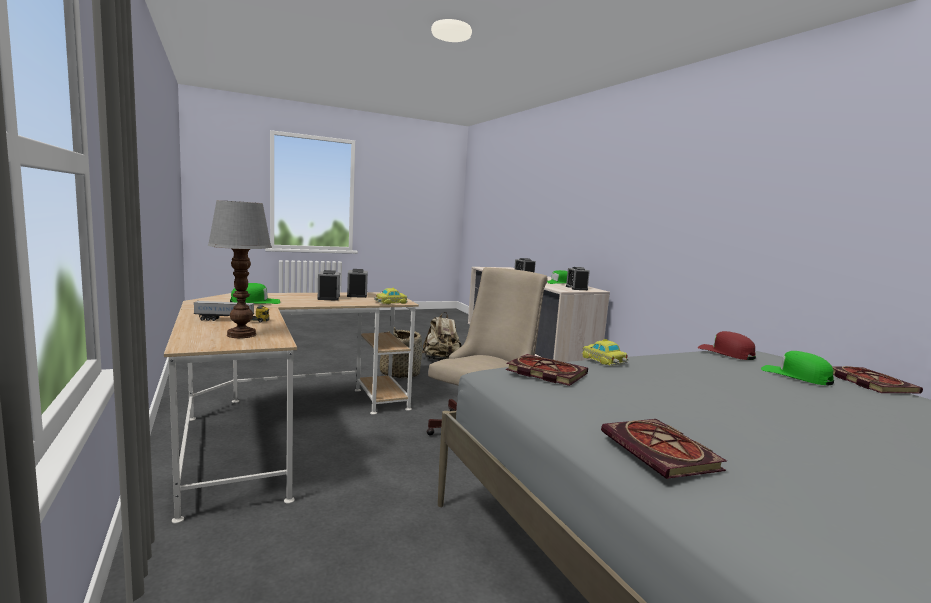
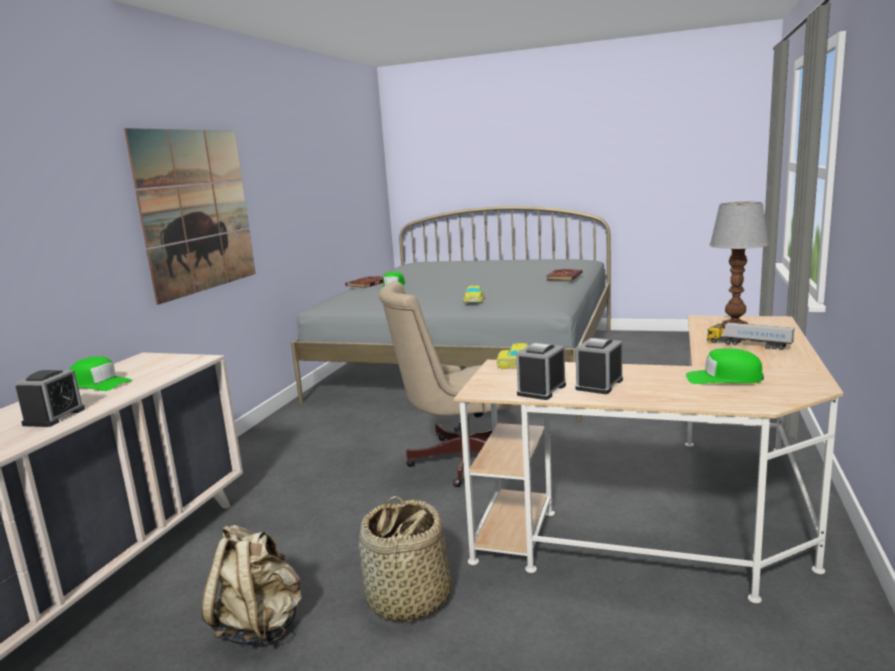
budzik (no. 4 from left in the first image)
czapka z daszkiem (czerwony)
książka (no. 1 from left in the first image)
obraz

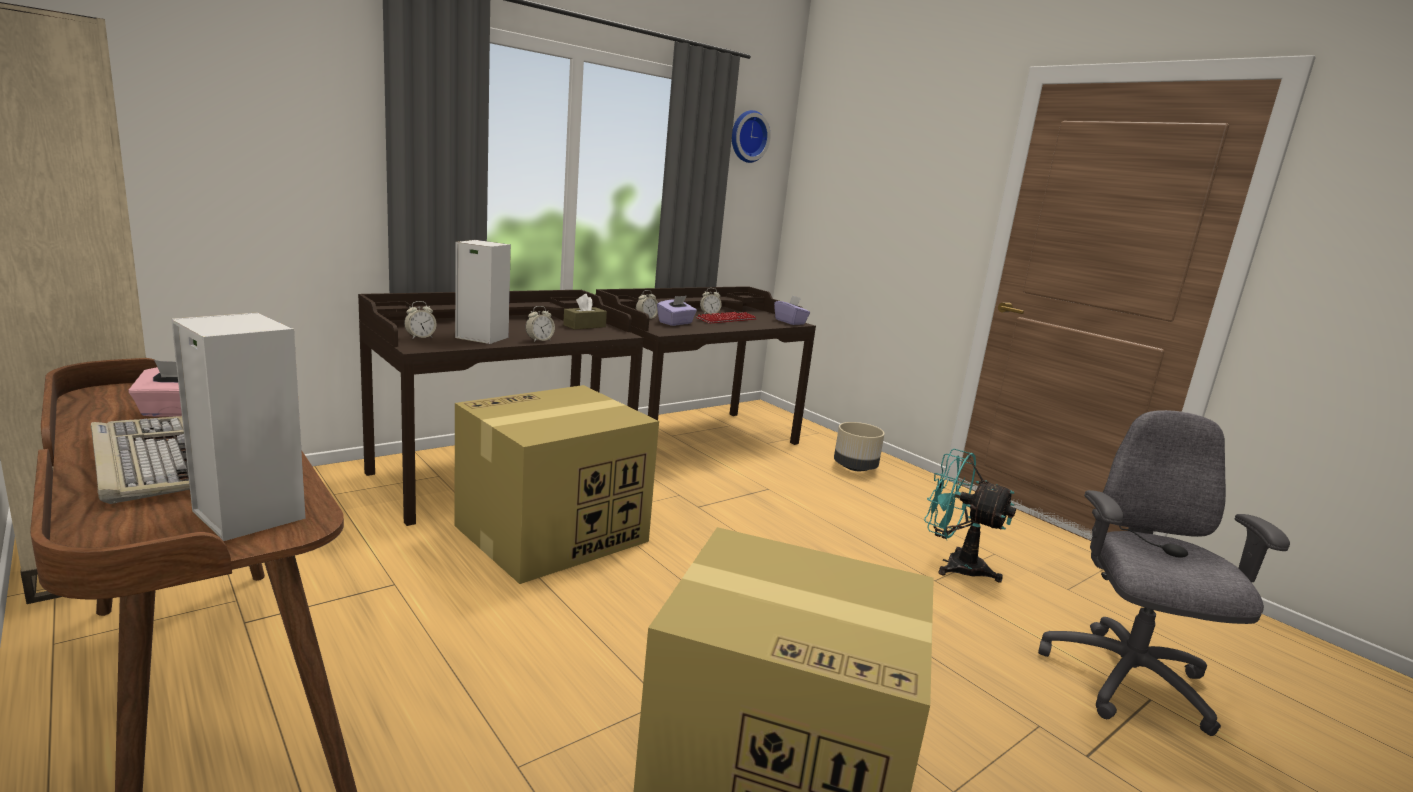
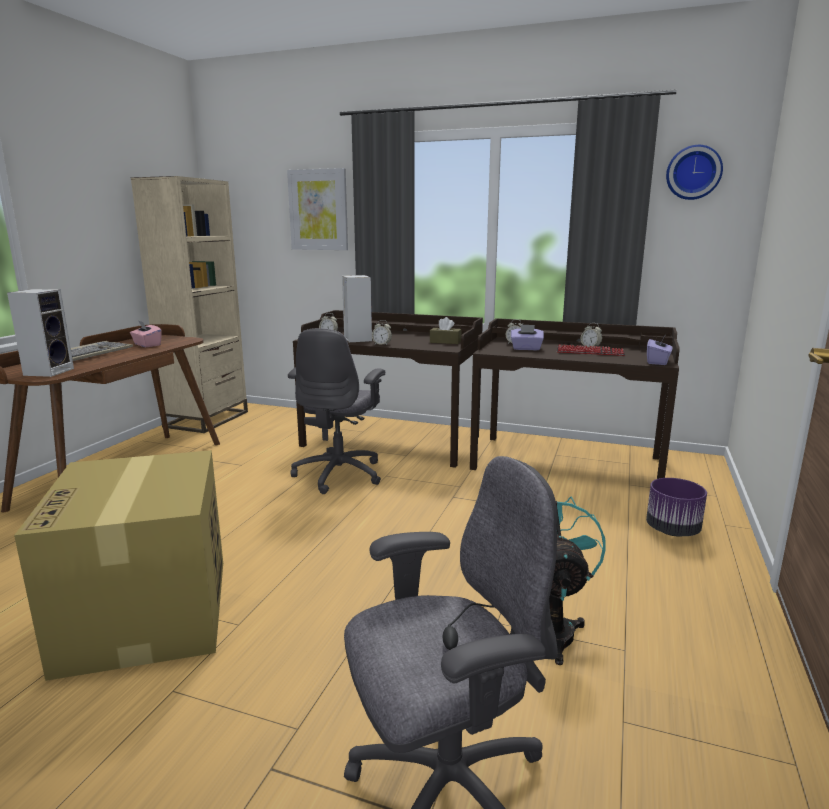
krzesło biurowe (szary) (no. 1 from left)
donica (fioletowy)
obraz

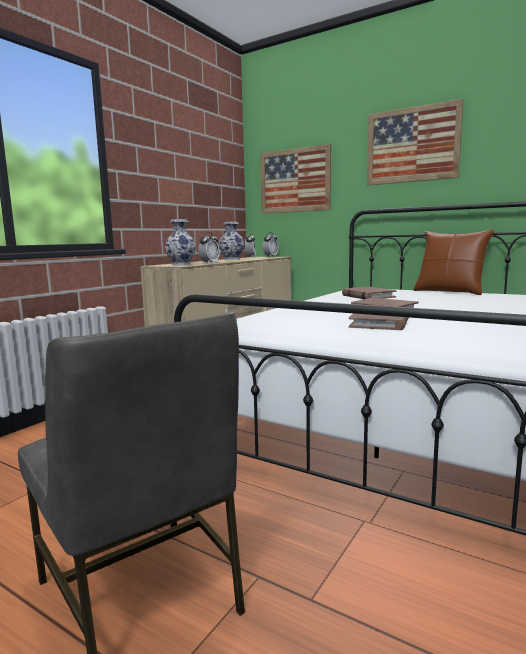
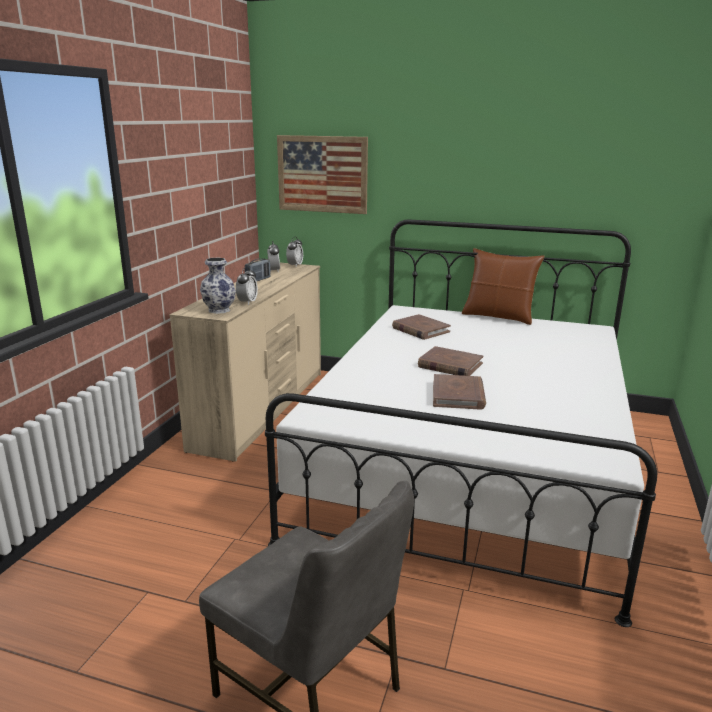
obraz (no. 2 from left in the first image)
radio

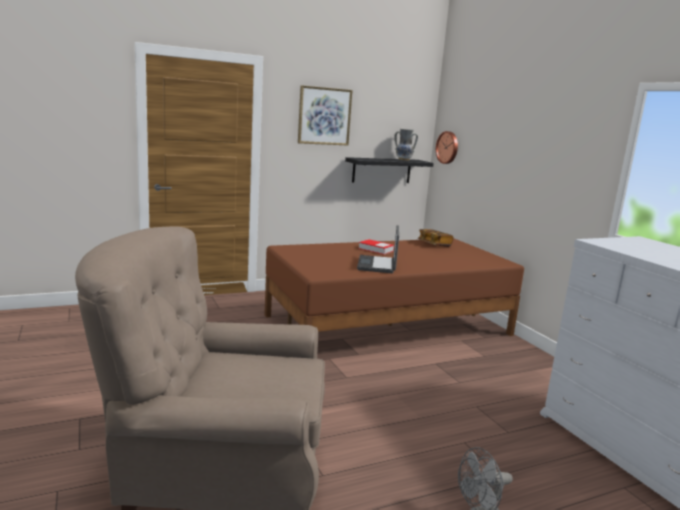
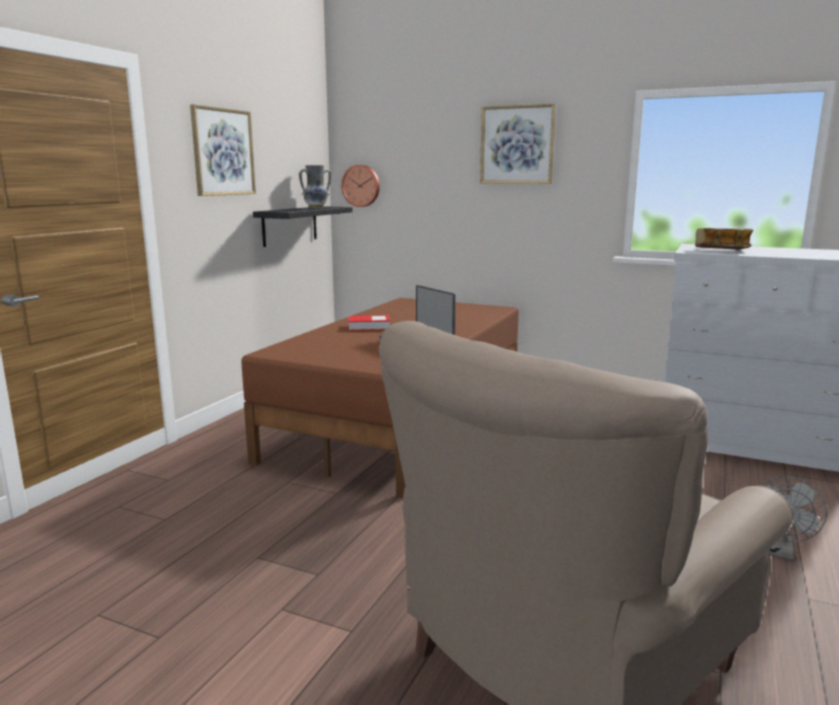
książka (no. 2 from left)
obraz (no. 2 from left)

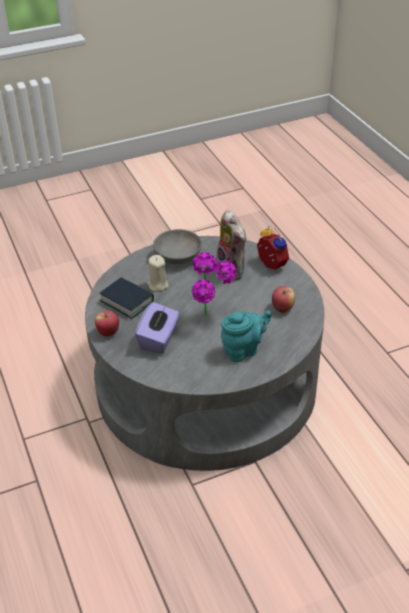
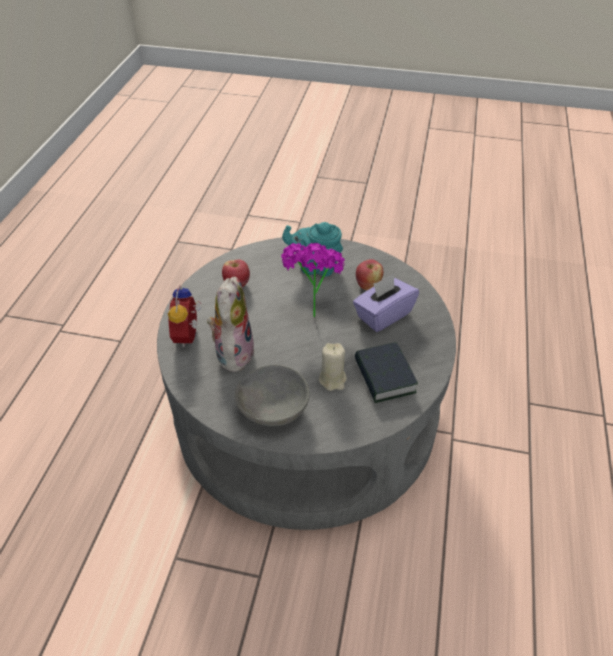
jabłko (no. 2 from left)

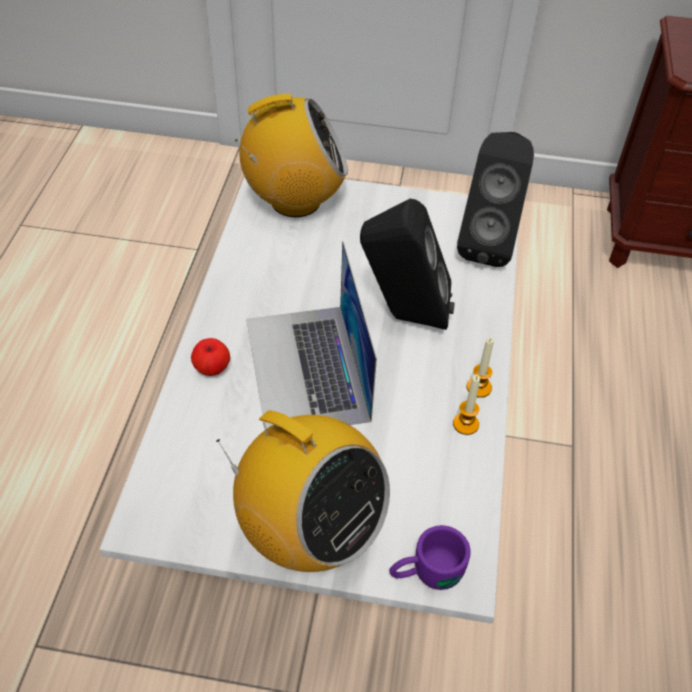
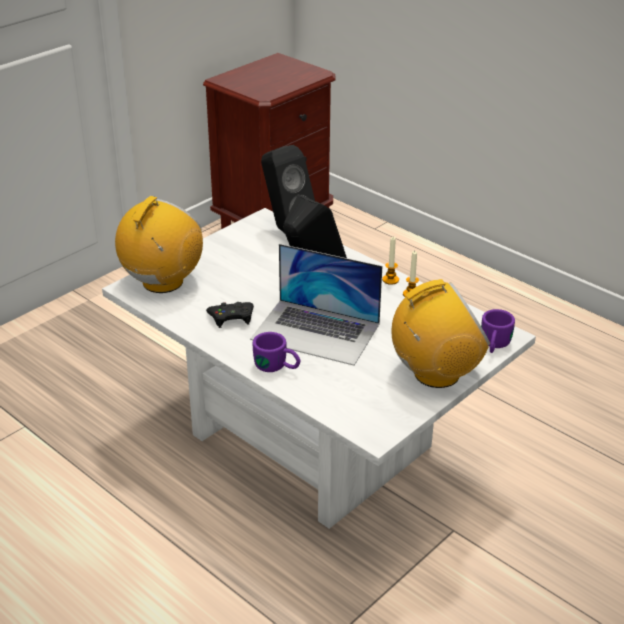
kubek (fioletowy) (no. 1 from left)
pad do gier (czarny)

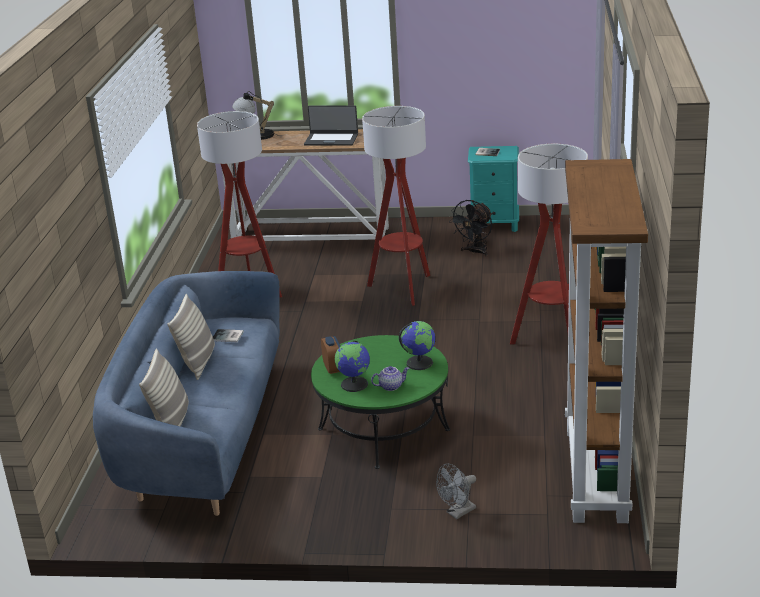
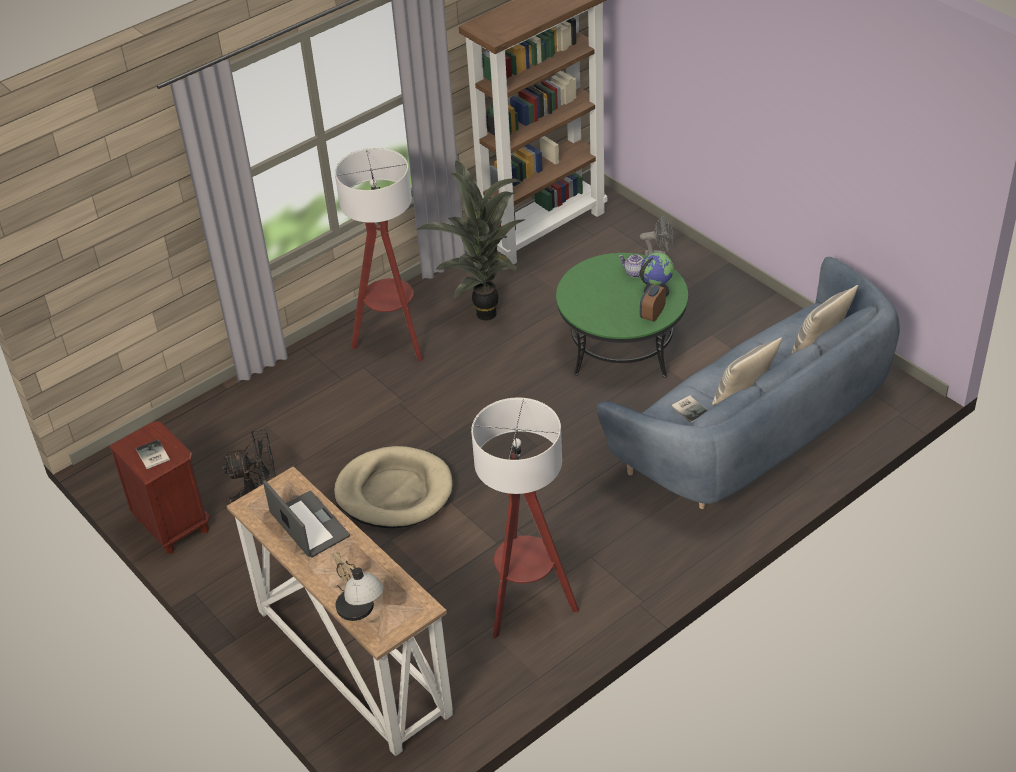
legowisko (beżowy)
szafka nocna (brązowy)
globus (no. 2 from left in the first image)
roślina doniczkowa

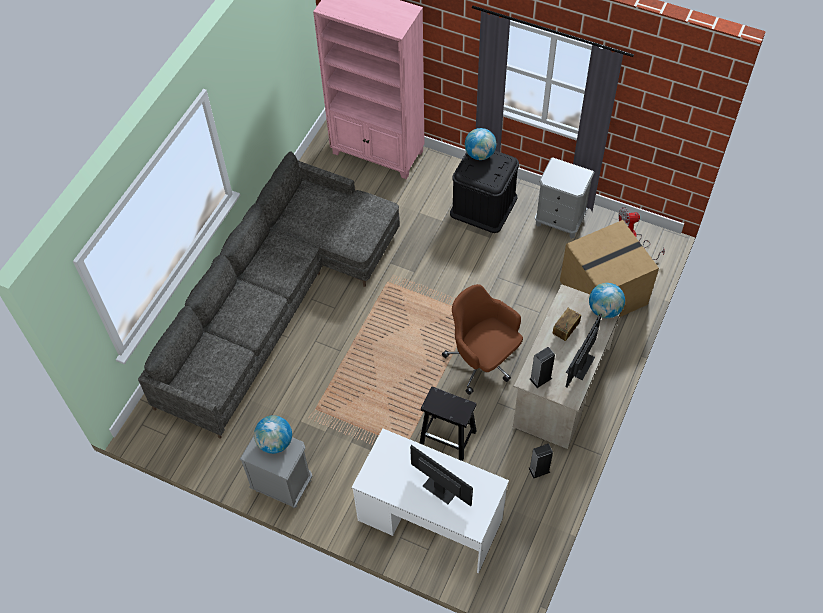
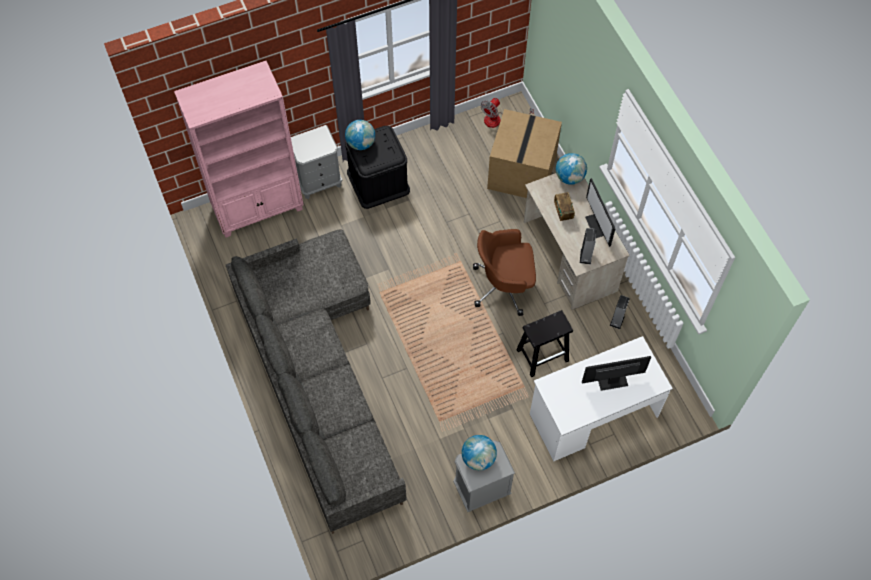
szafka nocna (szary) (no. 1 from left)

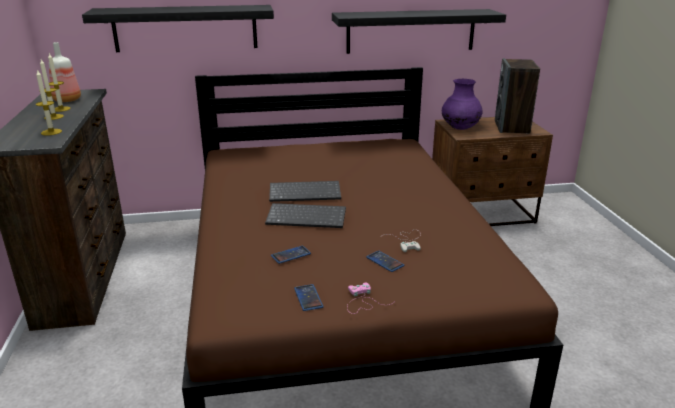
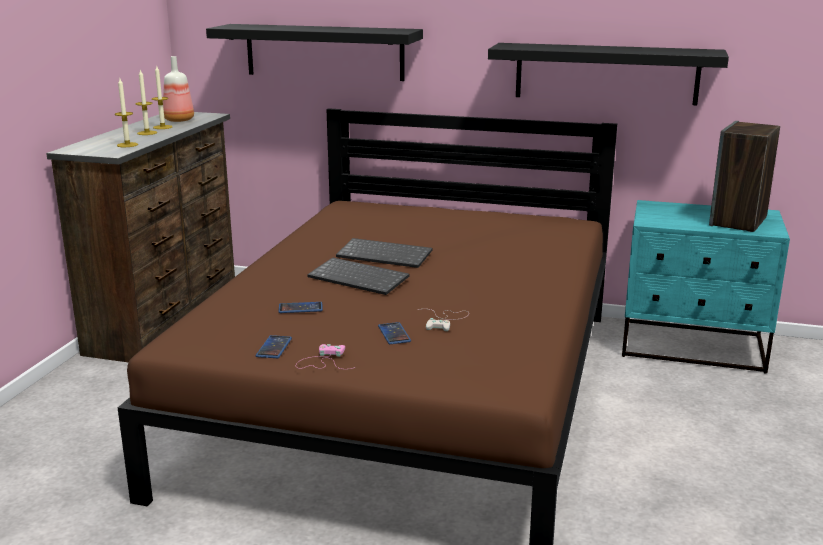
wazon (fioletowy)
szafka nocna (turkusowy)

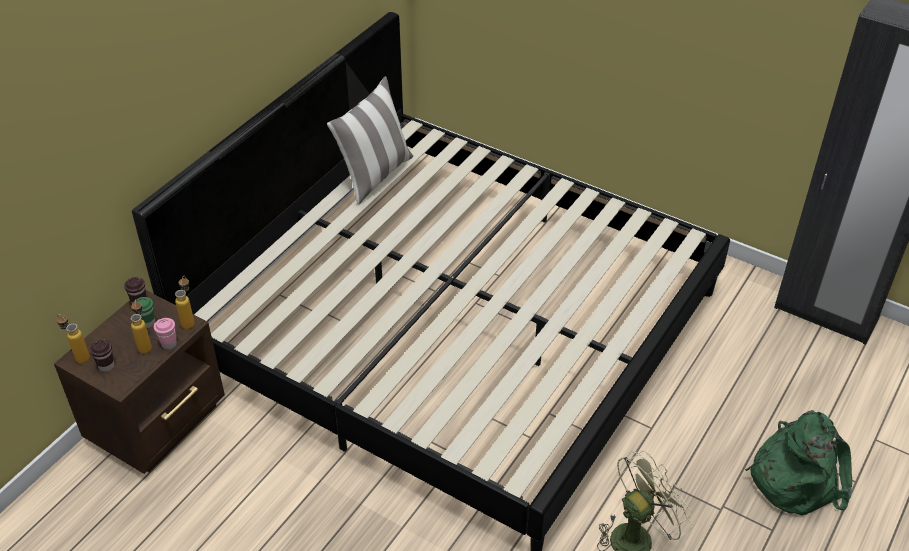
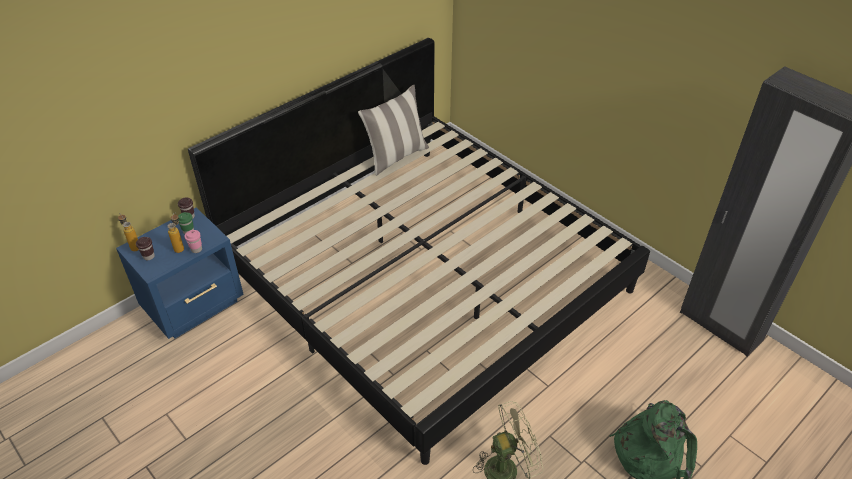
butelka (no. 3 from left in the first image)
szafka nocna (niebieski)

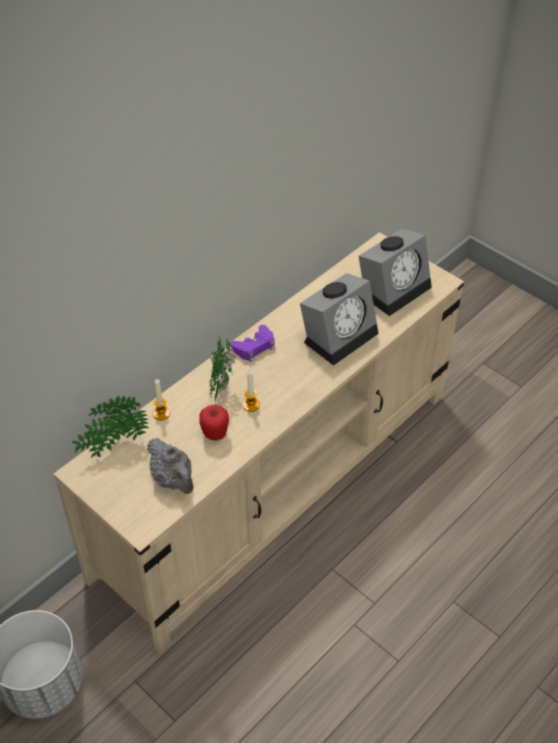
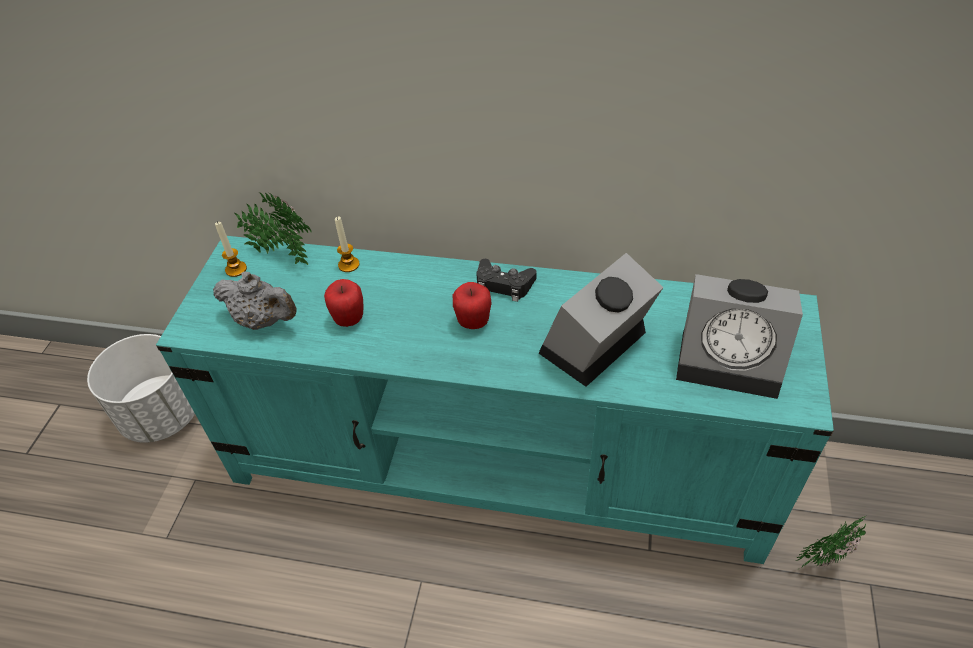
szafka pod telewizor (turkusowy)
budzik (no. 1 from left)
pad do gier (czarny)
roślina doniczkowa (no. 2 from left)
świeca (no. 1 from left)
imbryk (szary)
jabłko (no. 2 from left)

